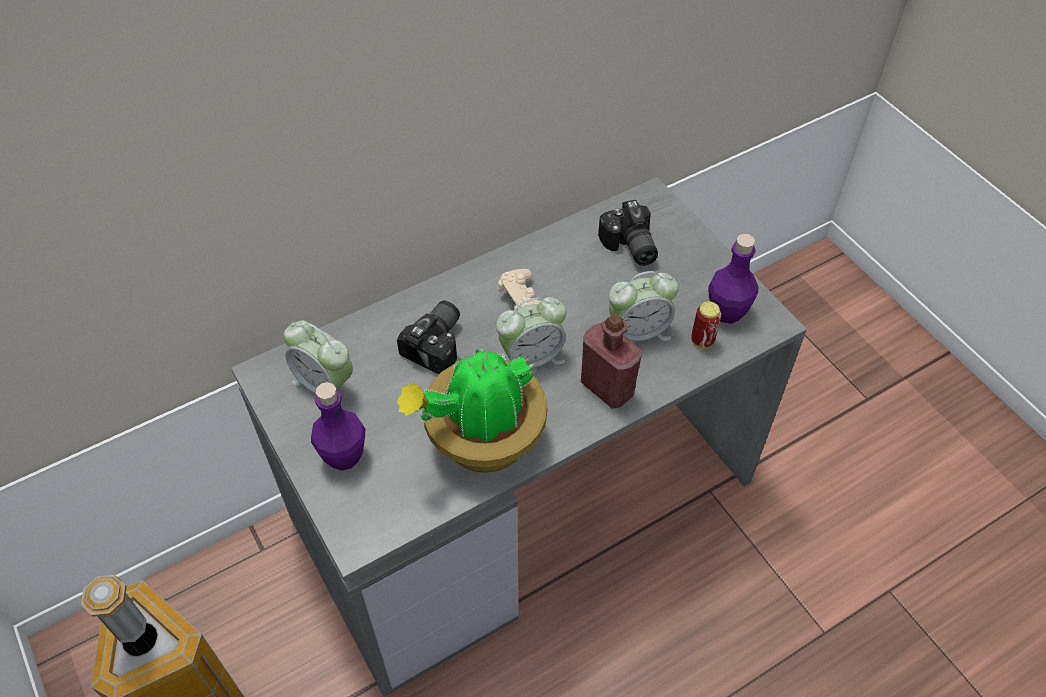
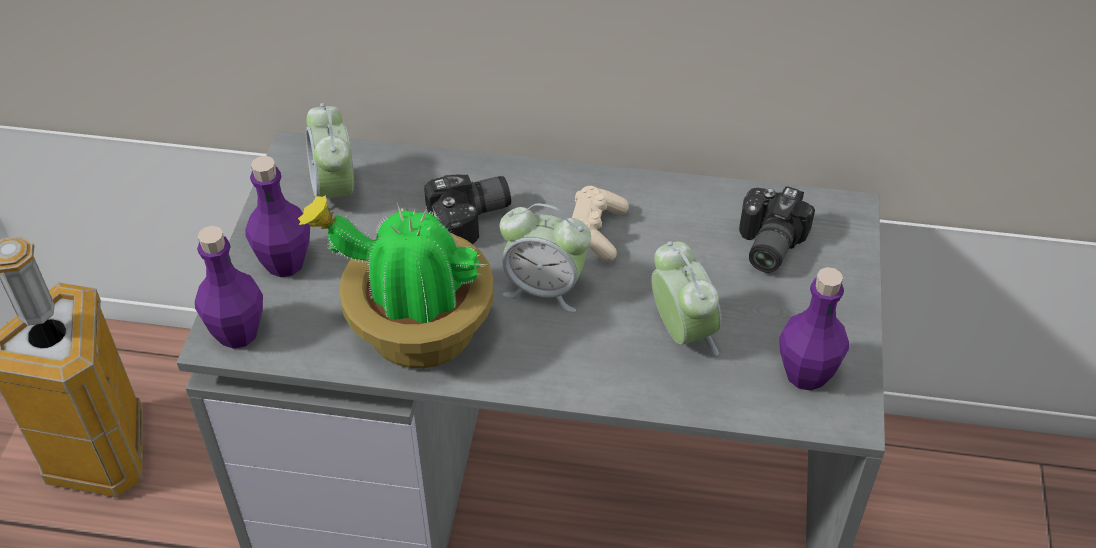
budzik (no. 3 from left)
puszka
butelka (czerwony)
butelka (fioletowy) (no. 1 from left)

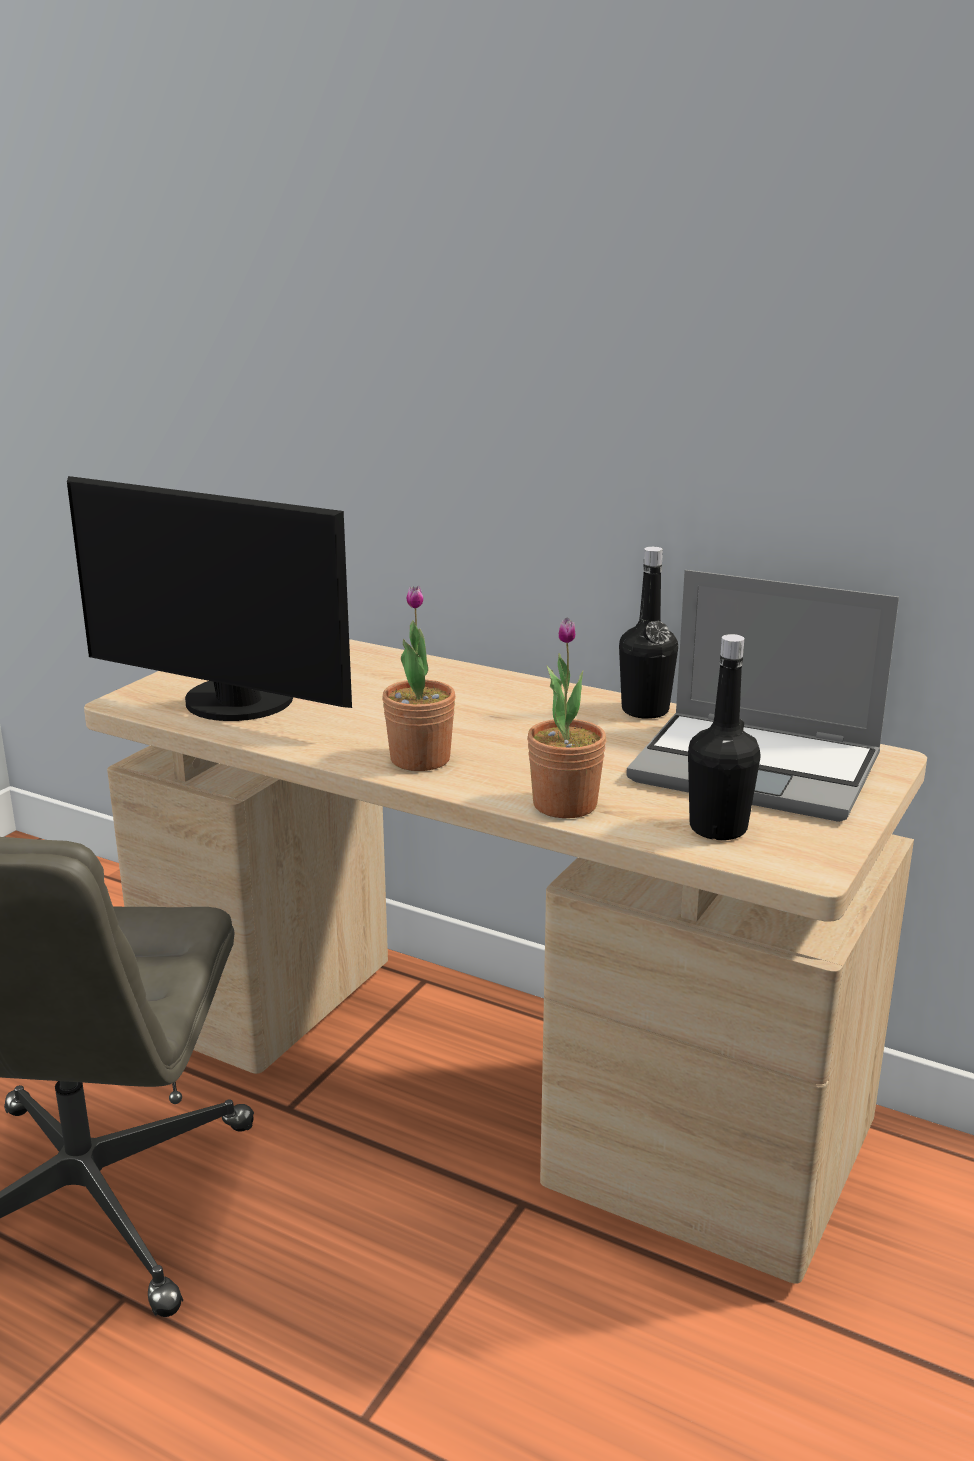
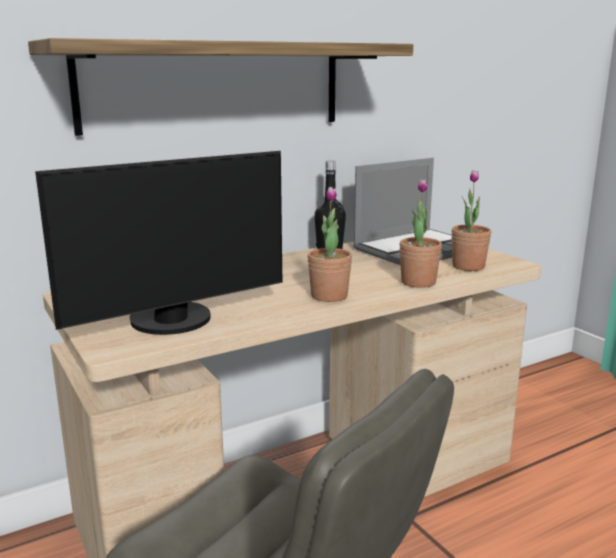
roślina doniczkowa (no. 3 from left)
półka

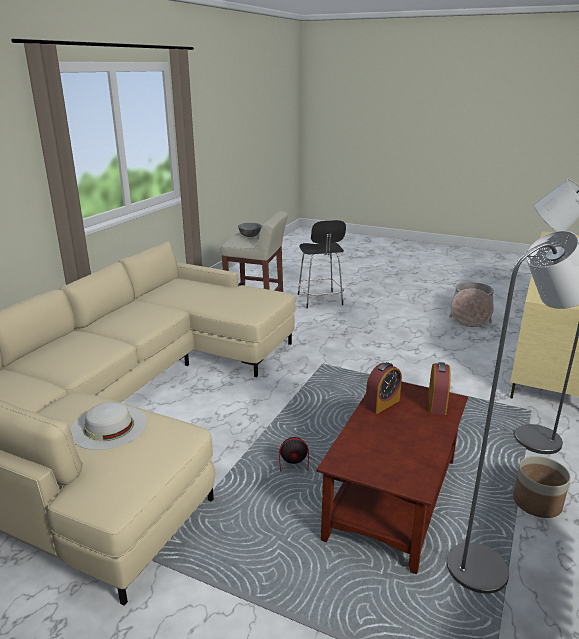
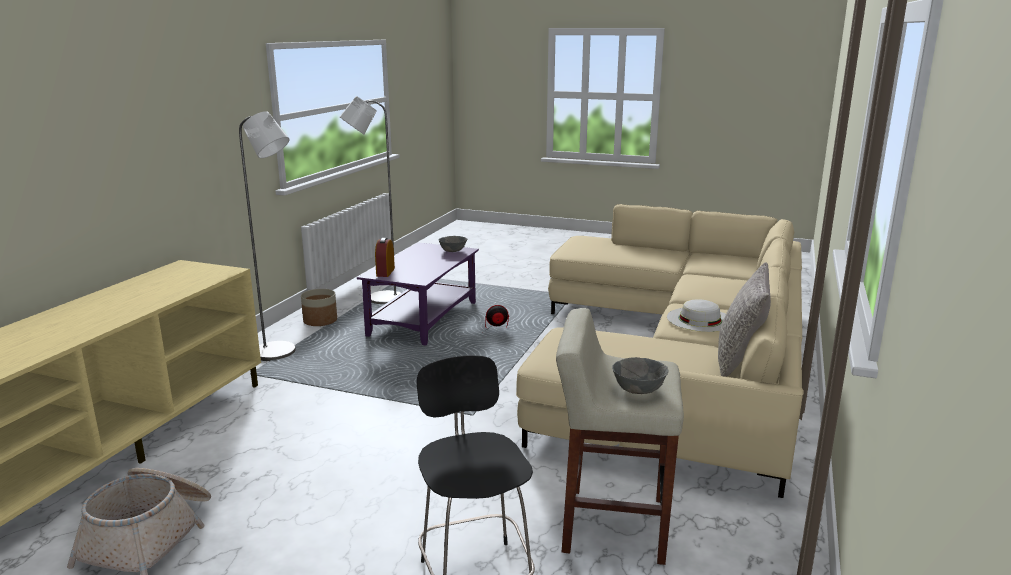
budzik (no. 1 from left in the first image)
ława (fioletowy)
kapelusz (biały)
miska (szary) (no. 1 from left)
poduszka (szary)

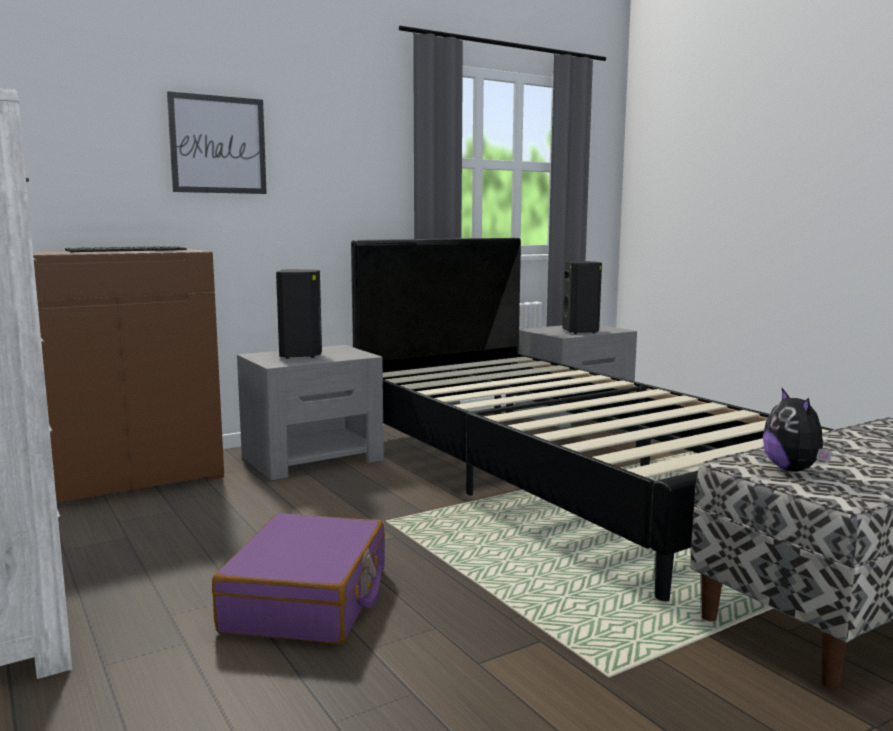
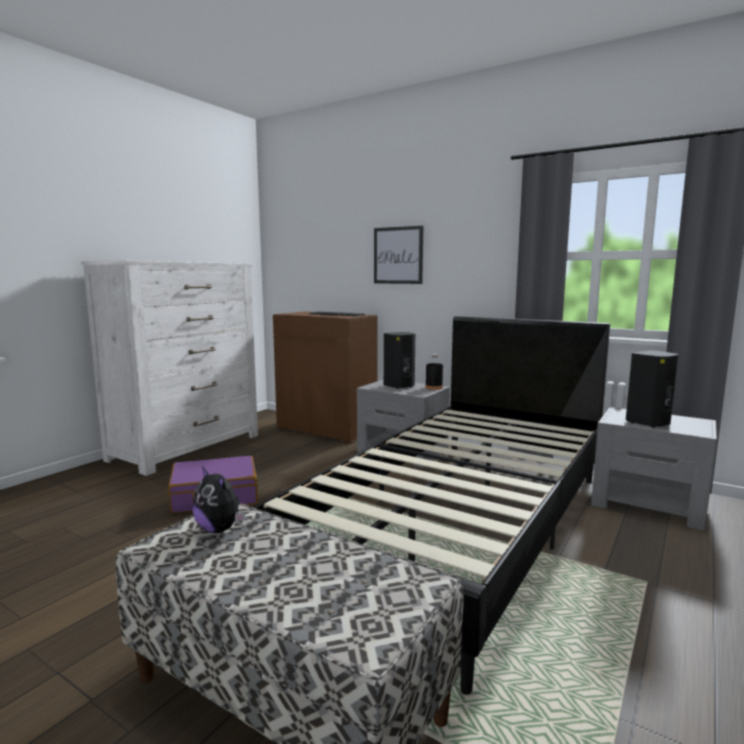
pluszak
butelka (czarny)

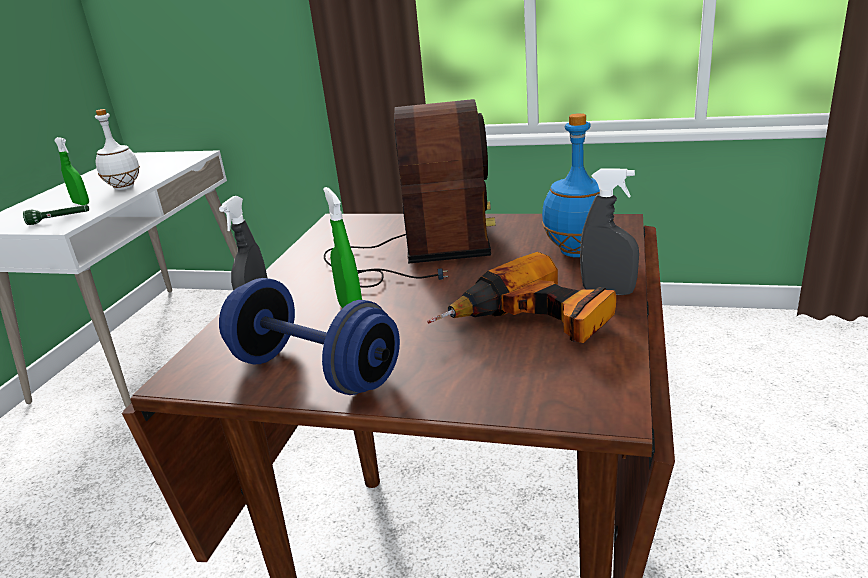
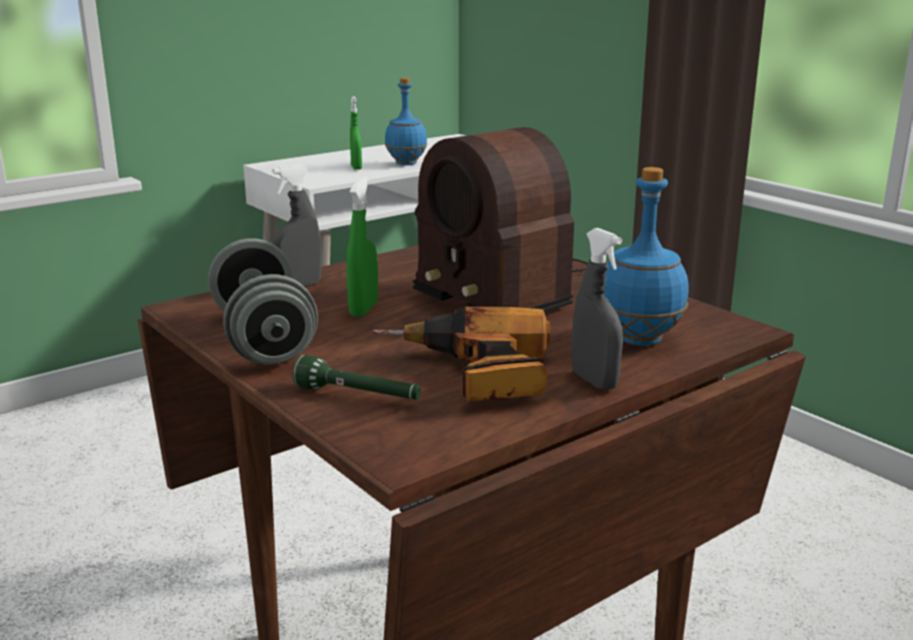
radio
butelka (niebieski) (no. 1 from left)
latarka (zielony)
hantel (szary)

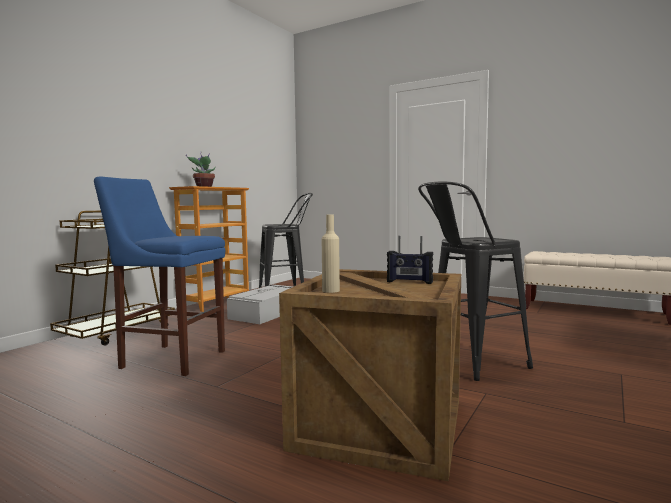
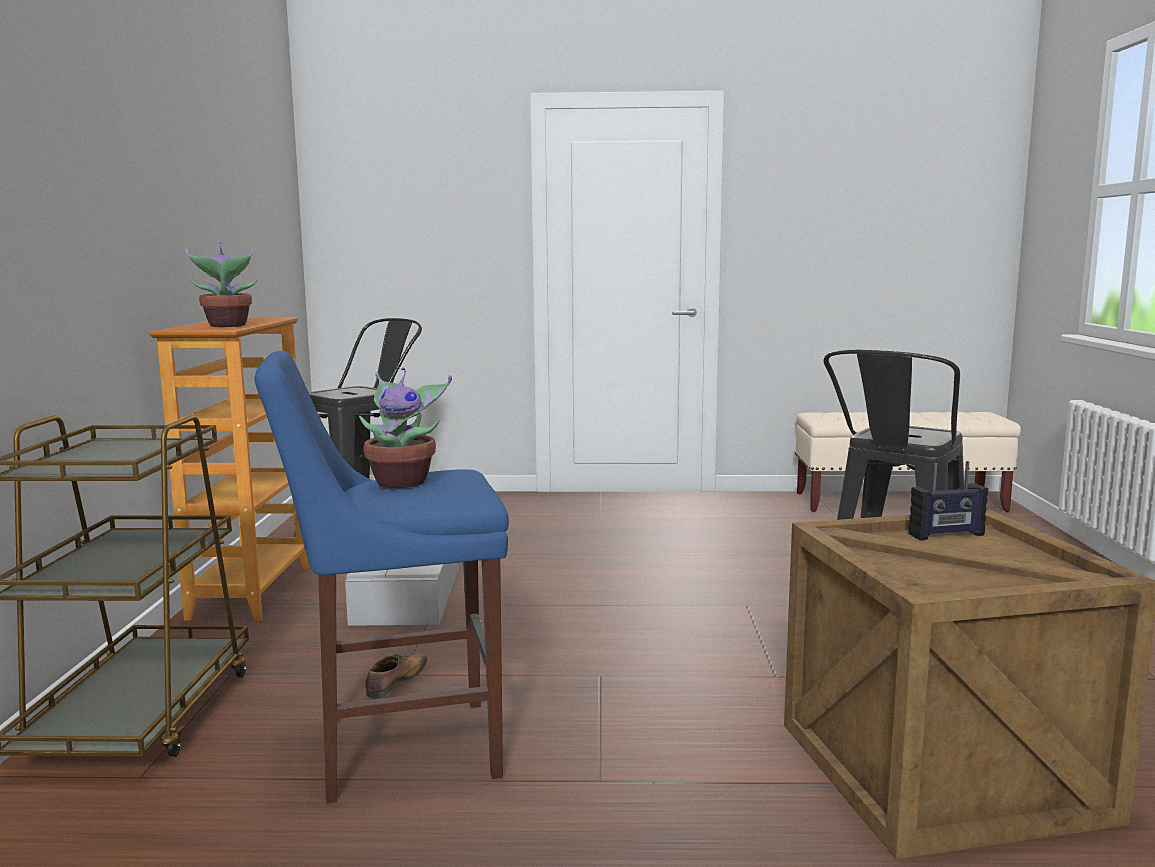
butelka (beżowy)
roślina doniczkowa (no. 2 from left)
but

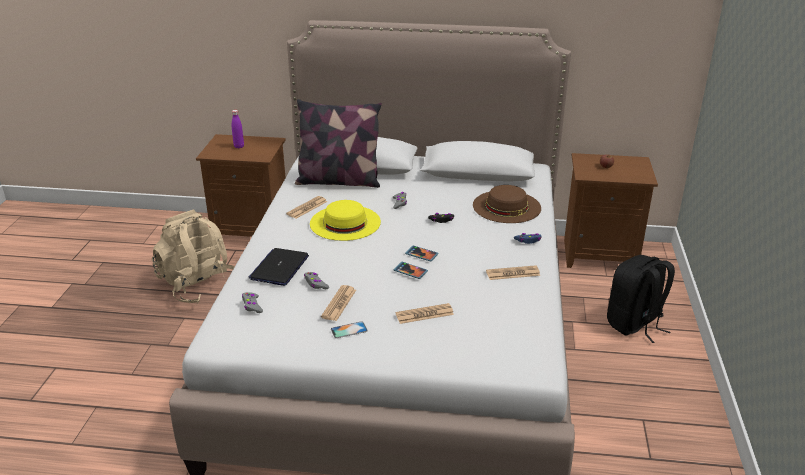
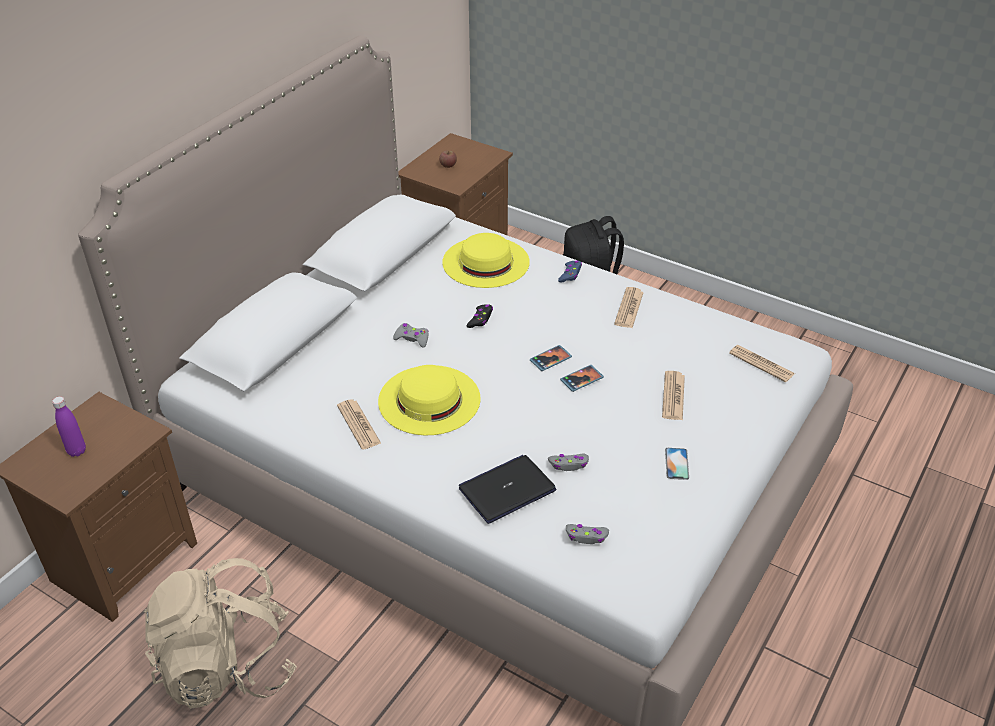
poduszka
kapelusz (żółty) (no. 2 from left)
laptop
gazeta (no. 4 from left)

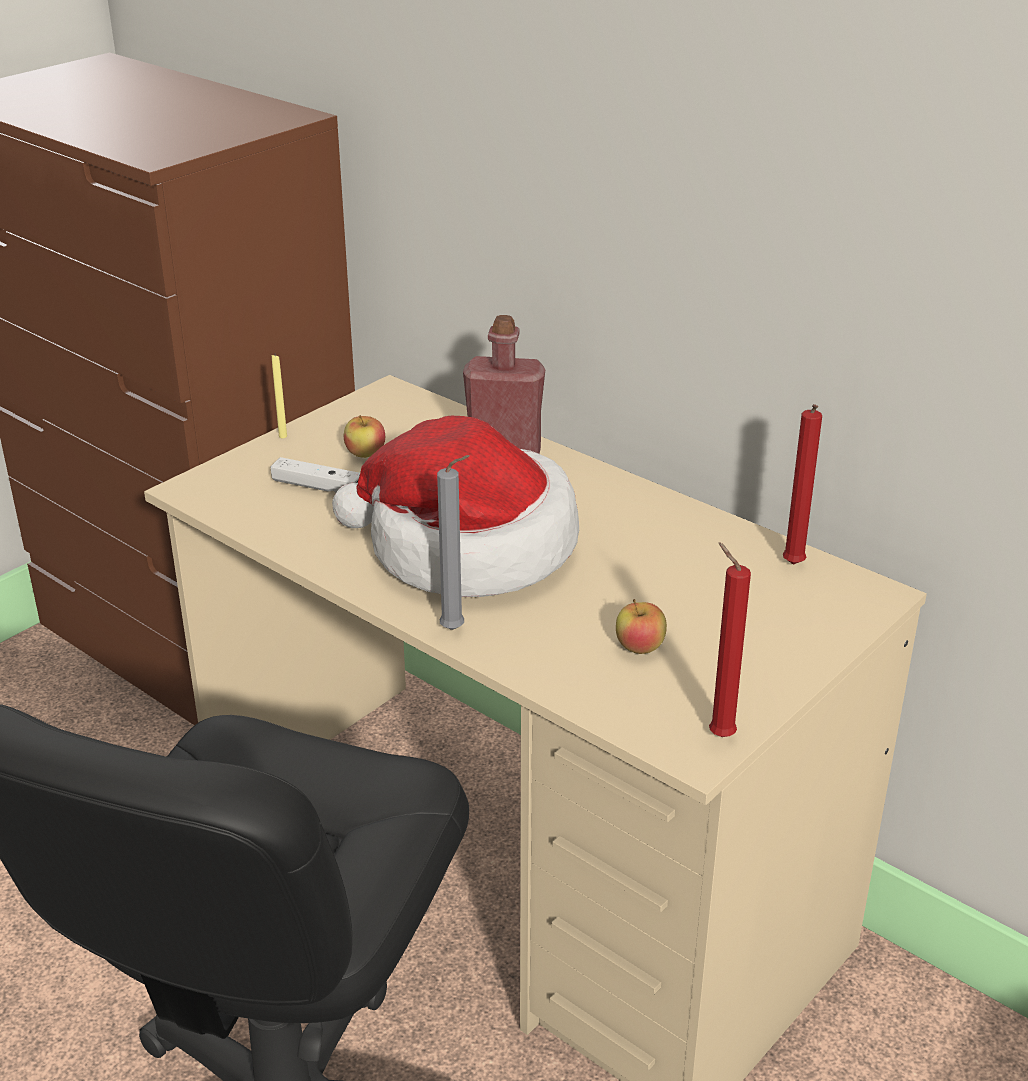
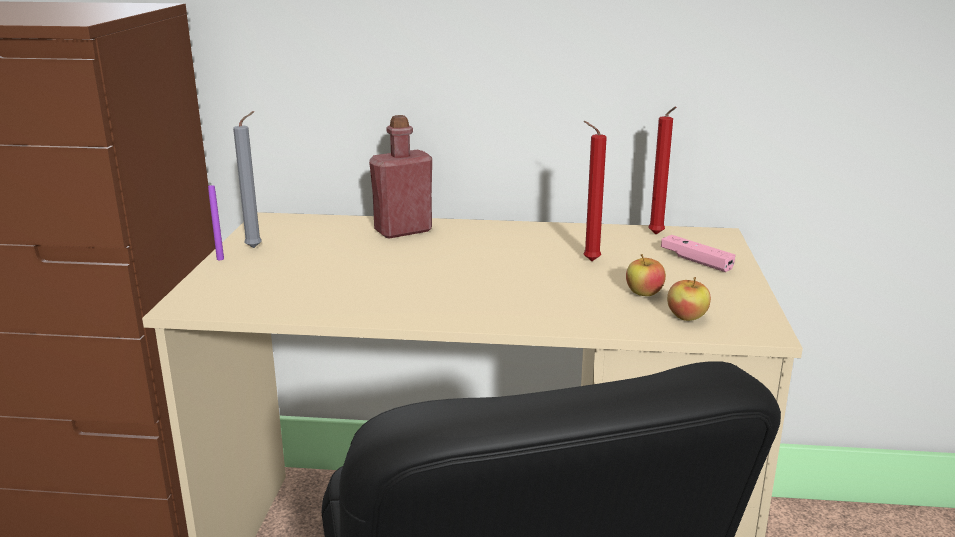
świeca (fioletowy)
jabłko (no. 2 from left)
kapelusz
świeca (szary)
pad do gier (biały)
świeca (czerwony) (no. 1 from left)
pad do gier (różowy)

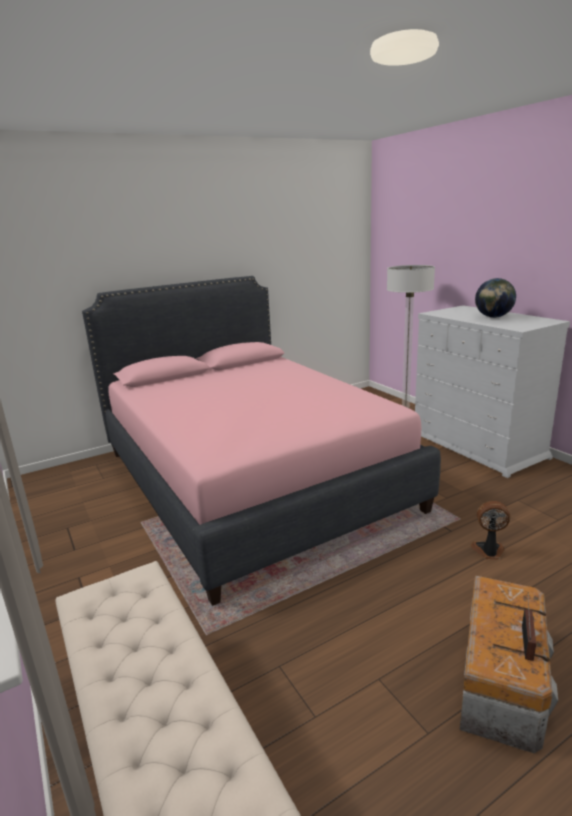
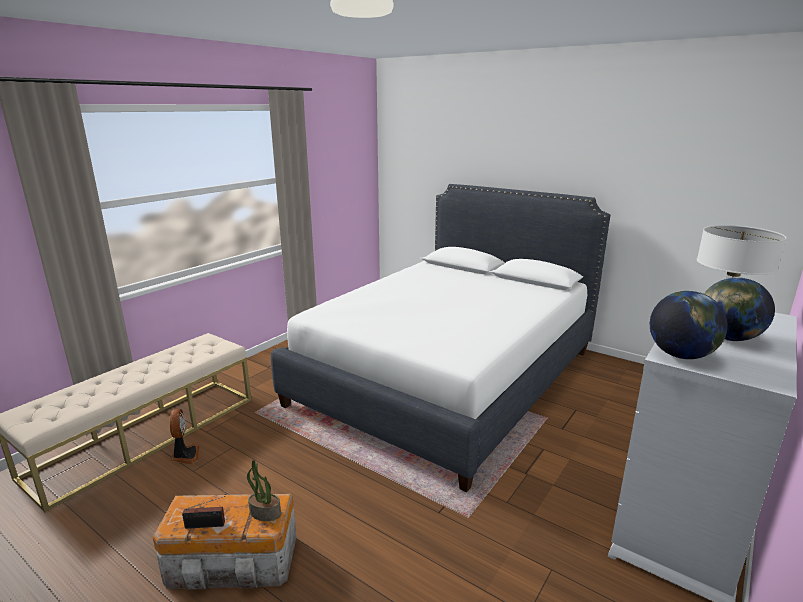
łóżko (biały)
wentylator
globus (no. 1 from left)
roślina doniczkowa

